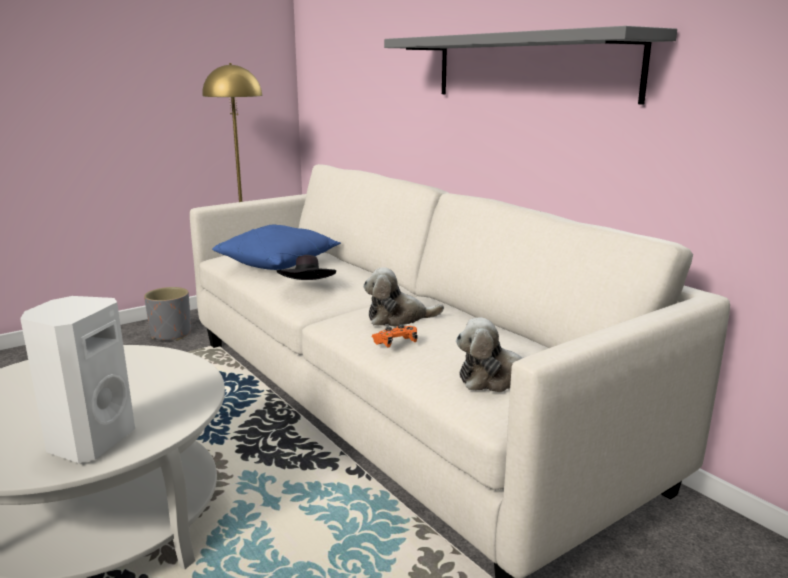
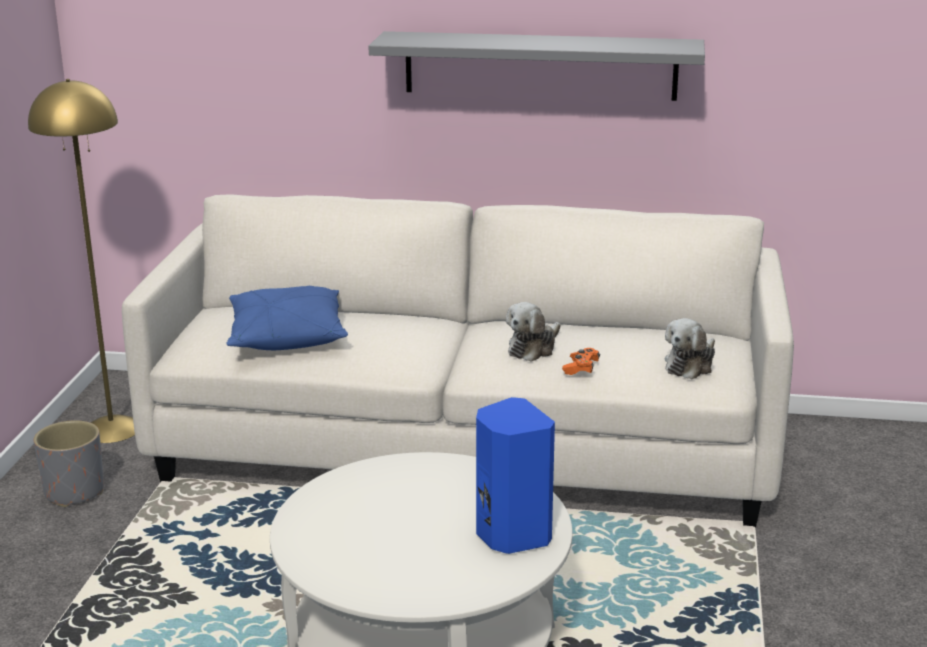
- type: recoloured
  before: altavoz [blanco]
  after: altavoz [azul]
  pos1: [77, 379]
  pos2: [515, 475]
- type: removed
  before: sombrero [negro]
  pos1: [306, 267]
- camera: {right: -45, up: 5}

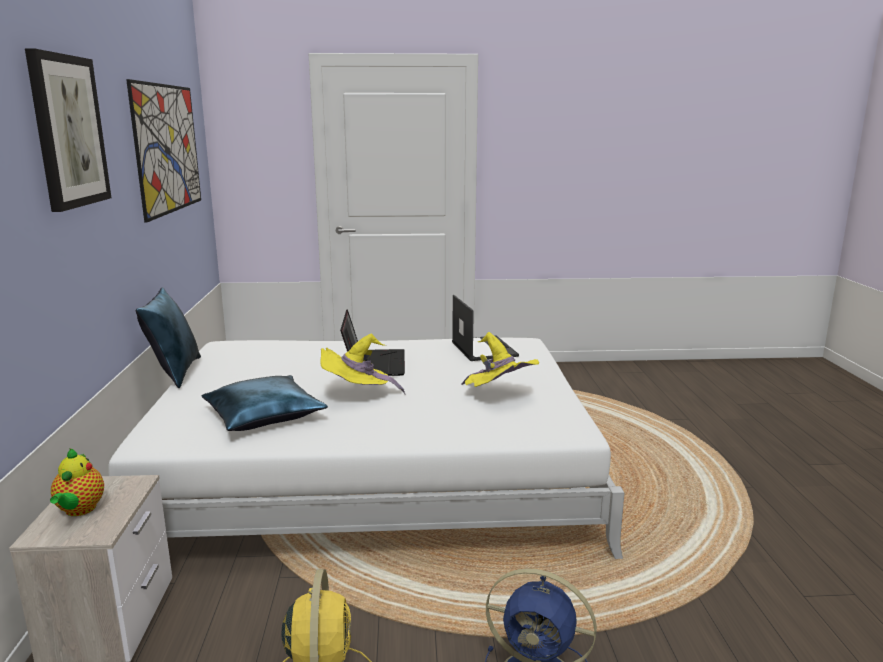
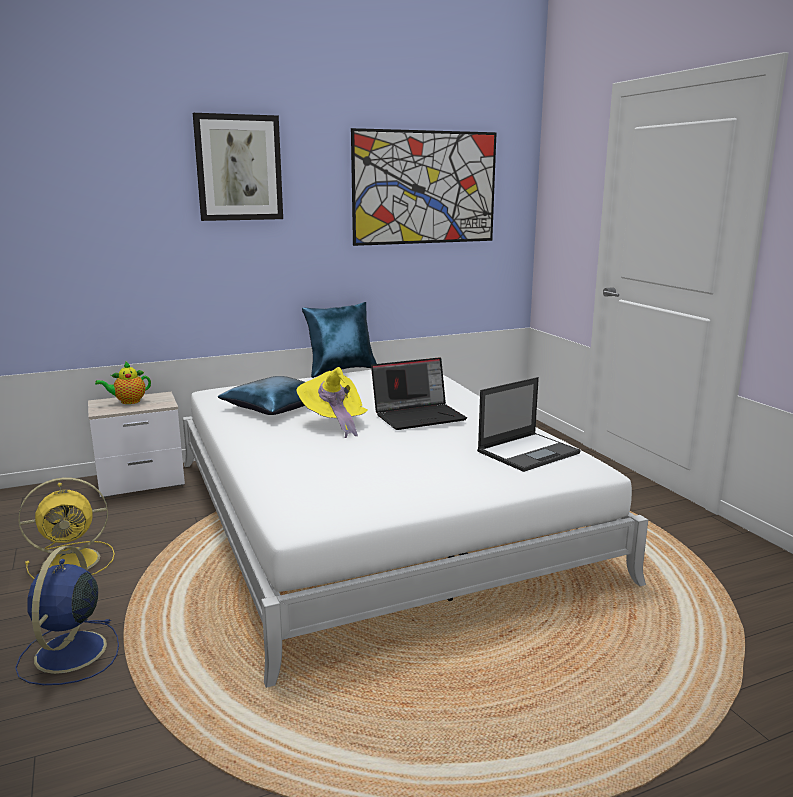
- type: removed
  before: sombrero [amarillo]
  pos1: [500, 359]
- camera: {right: 70, up: 0}

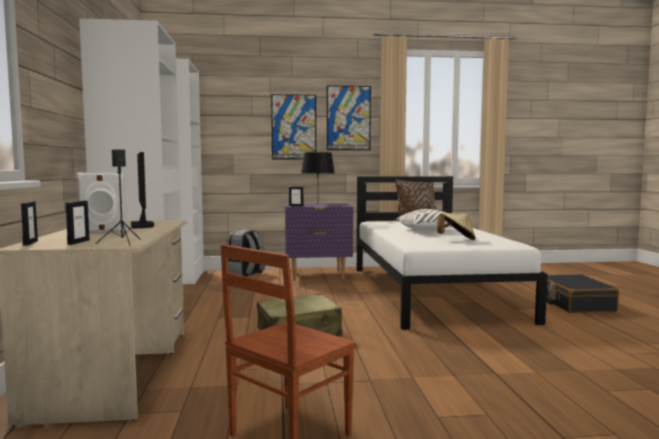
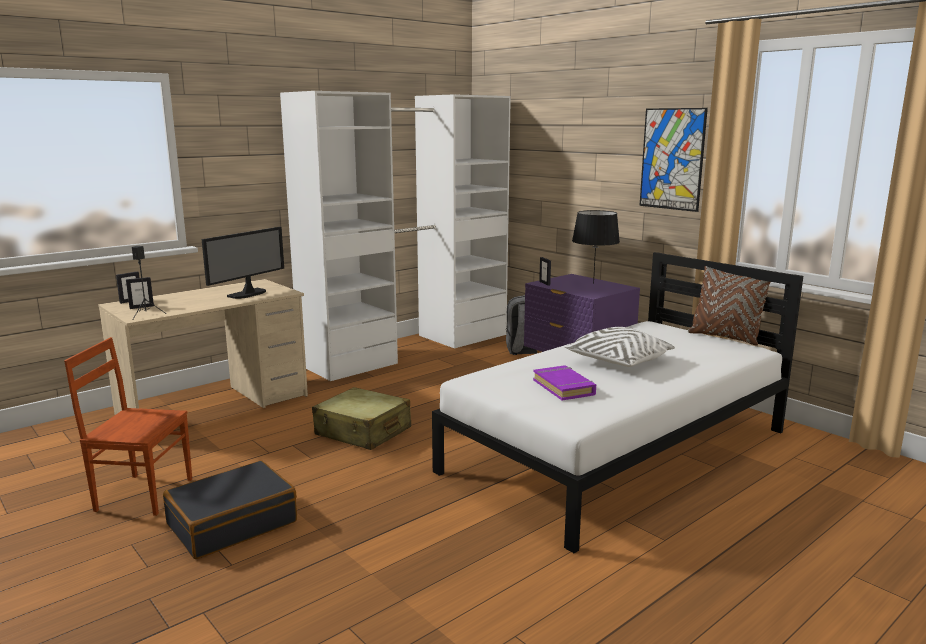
- type: moved
  before: maleta [negro]
  pos1: [582, 293]
  pos2: [230, 510]
- type: replaced
  before: sombrero [beis]
  after: libro [morado]
  pos1: [456, 226]
  pos2: [564, 383]
- type: removed
  before: altavoz [blanco]
  pos1: [102, 202]
- type: removed
  before: cuadro
  pos1: [293, 127]
- camera: {right: 55, up: 10}

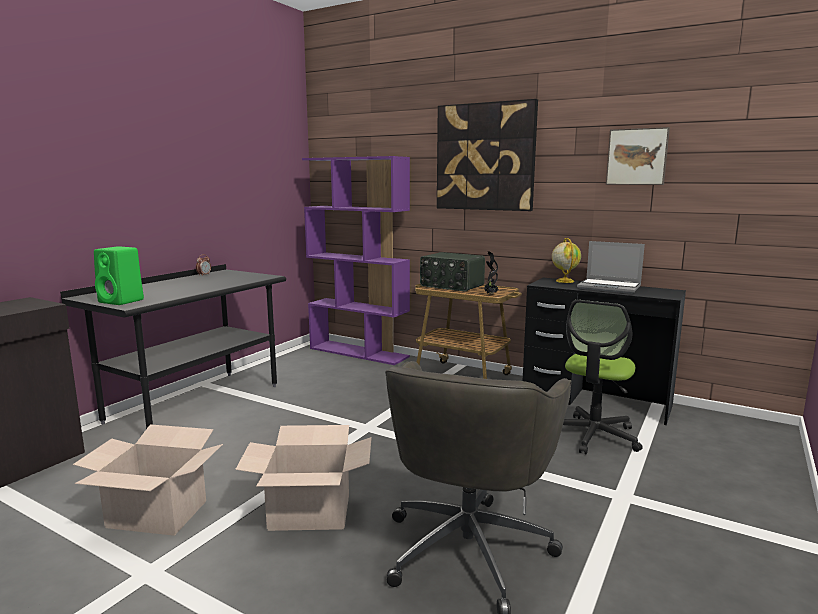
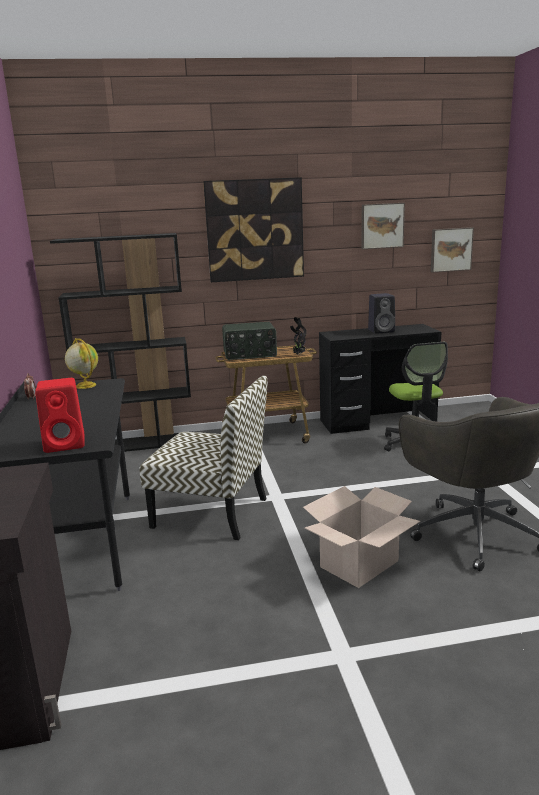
- type: recoloured
  before: altavoz [verde]
  after: altavoz [rojo]
  pos1: [119, 275]
  pos2: [59, 415]
- type: recoloured
  before: estantería [morado]
  after: estantería [negro]
  pos1: [356, 260]
  pos2: [120, 342]
- type: moved
  before: globo terráqueo
  pos1: [566, 260]
  pos2: [81, 363]
- type: added
  after: silla
  pos2: [203, 457]
- type: replaced
  before: portátil
  after: altavoz [negro]
  pos1: [611, 267]
  pos2: [381, 313]
- type: added
  after: cuadro
  pos2: [452, 249]
- type: removed
  before: caja de cartón
  pos1: [148, 480]
- camera: {right: -40, up: 5}

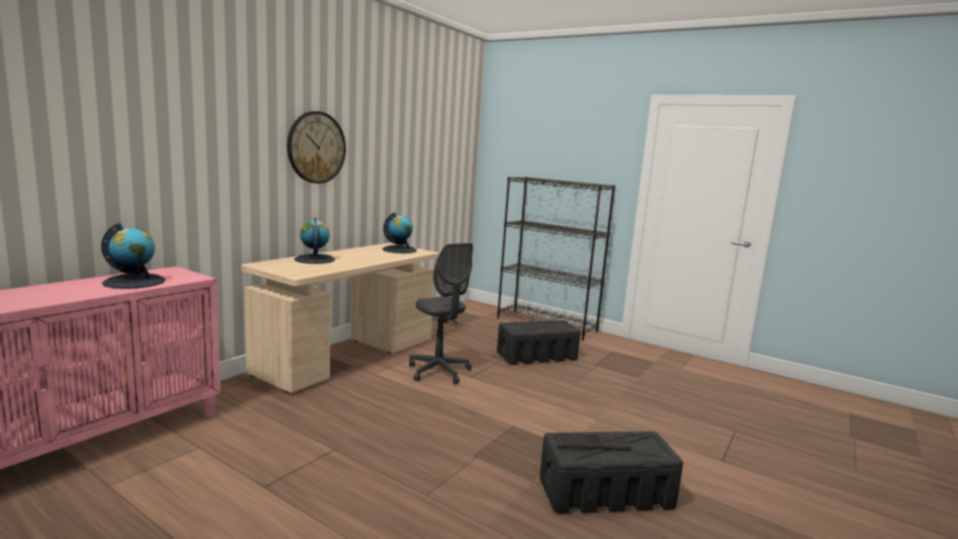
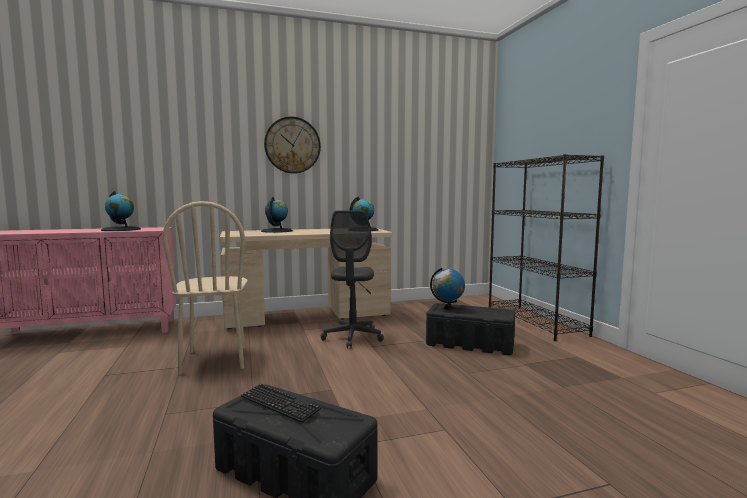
- type: added
  after: silla [beis]
  pos2: [205, 288]
- type: added
  after: globo terráqueo
  pos2: [447, 289]
- camera: {right: 40, up: -5}

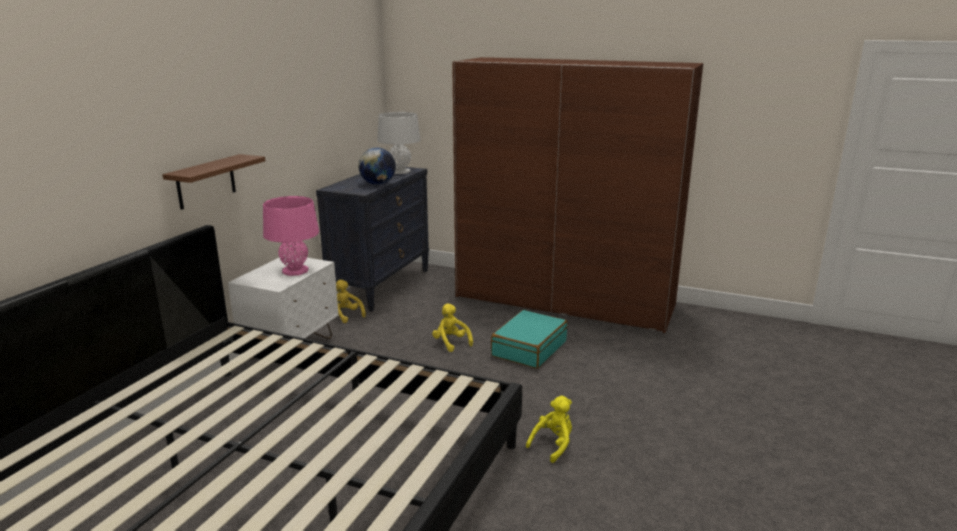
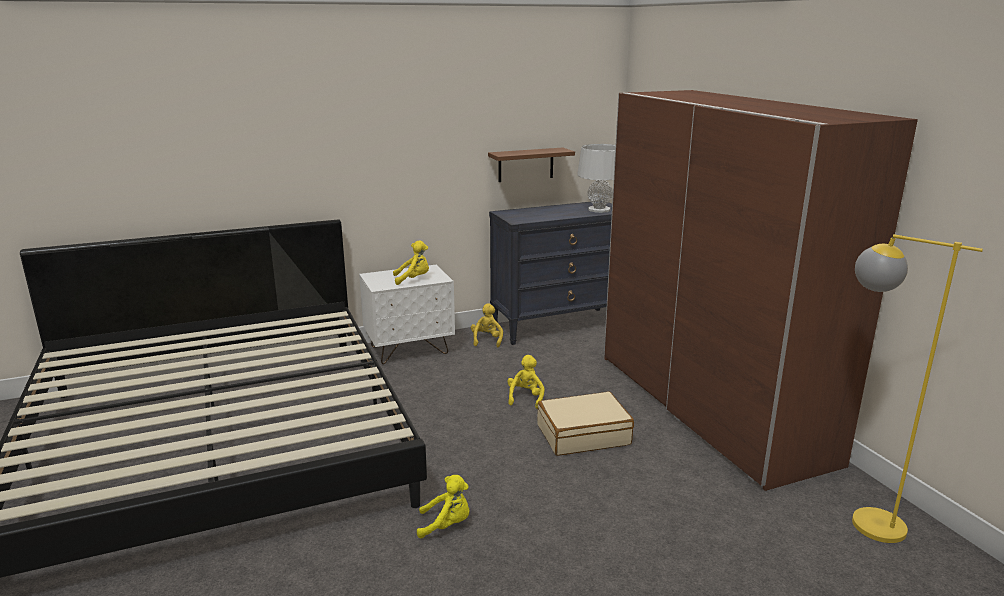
- type: replaced
  before: lámpara de mesa [rosa]
  after: peluche [amarillo]
  pos1: [291, 236]
  pos2: [411, 262]
- type: moved
  before: estante [marrón]
  pos1: [214, 182]
  pos2: [531, 165]
- type: recoloured
  before: maleta [turquesa]
  after: maleta [beis]
  pos1: [529, 339]
  pos2: [585, 423]
- type: added
  after: lámpara de pie [amarillo]
  pos2: [917, 388]
- type: removed
  before: globo terráqueo
  pos1: [377, 166]
- camera: {right: 45, up: 0}

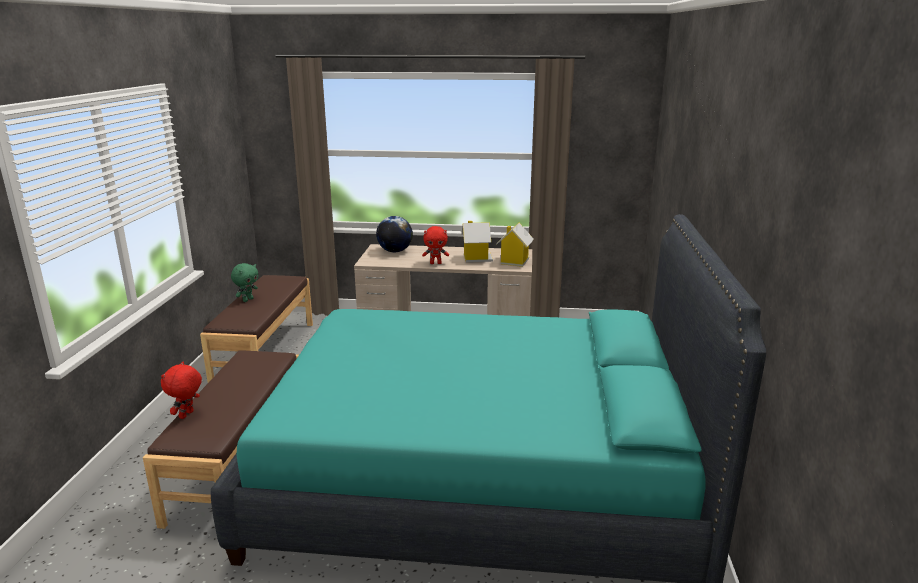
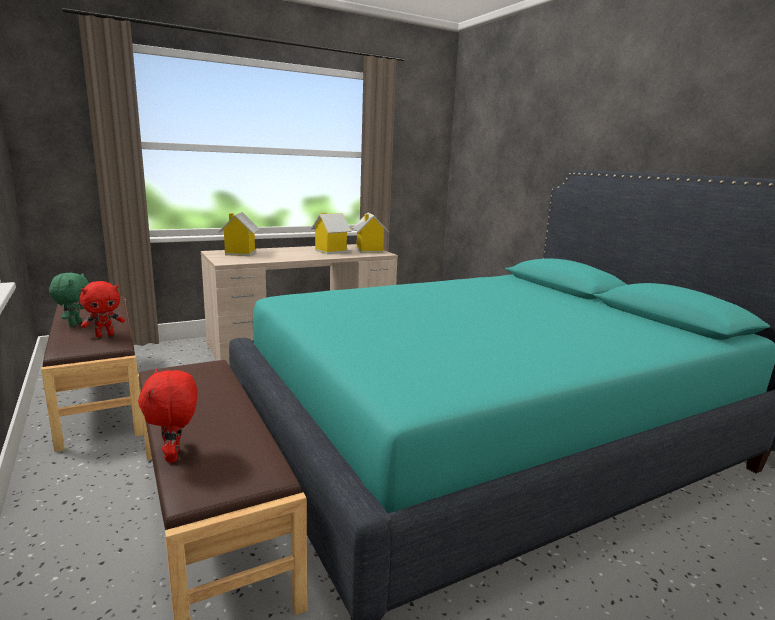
- type: moved
  before: peluche [rojo]
  pos1: [435, 245]
  pos2: [102, 309]
- type: replaced
  before: globo terráqueo
  after: casita
  pos1: [394, 234]
  pos2: [239, 234]
- camera: {right: -35, up: -5}

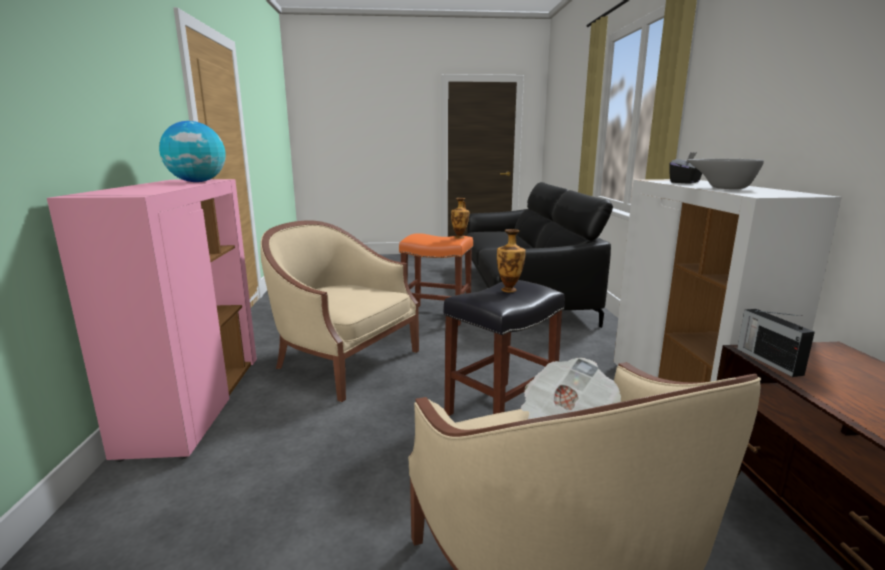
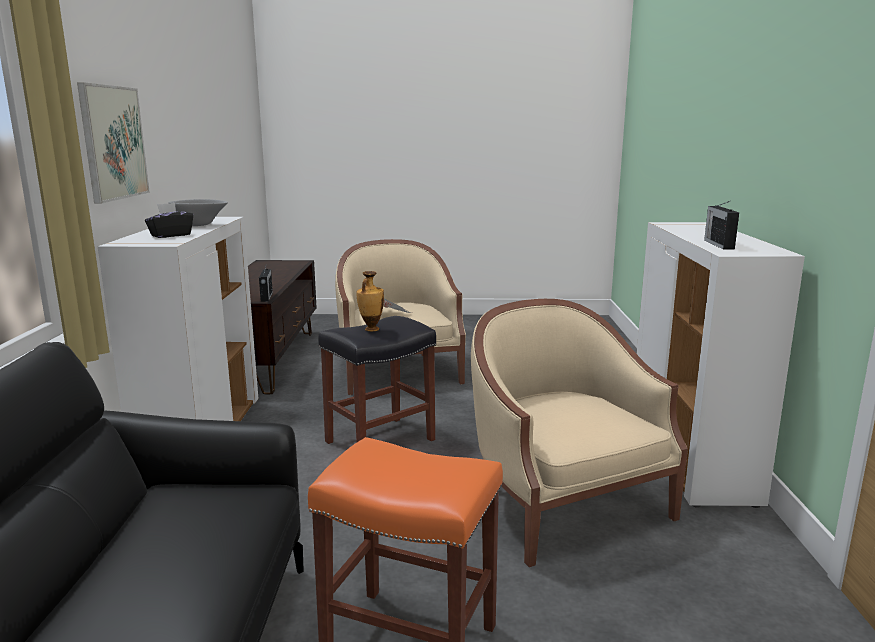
- type: added
  after: cuadro
  pos2: [113, 143]
- type: turned
  before: sillón [beis]
  pos1: [339, 311]
  pos2: [579, 433]
  turn: -150
- type: recoloured
  before: armario [rosa]
  after: armario [blanco]
  pos1: [152, 320]
  pos2: [721, 365]
- type: replaced
  before: globo terráqueo
  after: radio
  pos1: [192, 151]
  pos2: [721, 225]
- type: removed
  before: florero
  pos1: [460, 218]
- camera: {right: -175, up: 0}

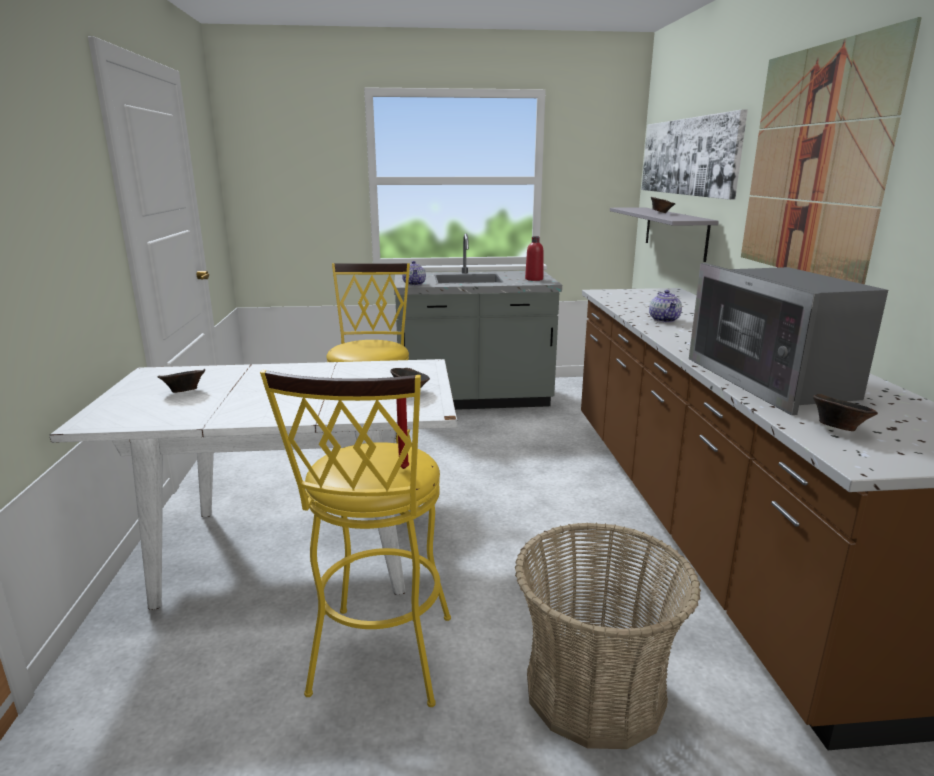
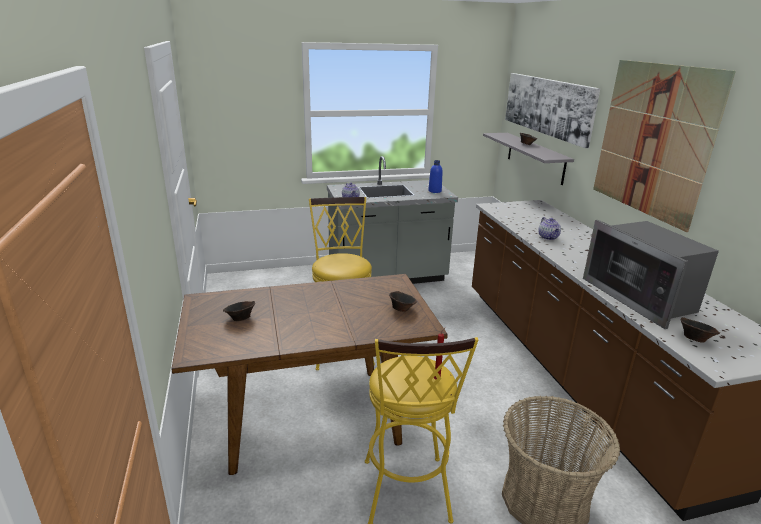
- type: recoloured
  before: mesa de comedor [blanco]
  after: mesa de comedor [marrón]
  pos1: [253, 484]
  pos2: [309, 374]
- type: recoloured
  before: botella [rojo]
  after: botella [azul]
  pos1: [534, 258]
  pos2: [435, 176]
- camera: {right: -10, up: 5}

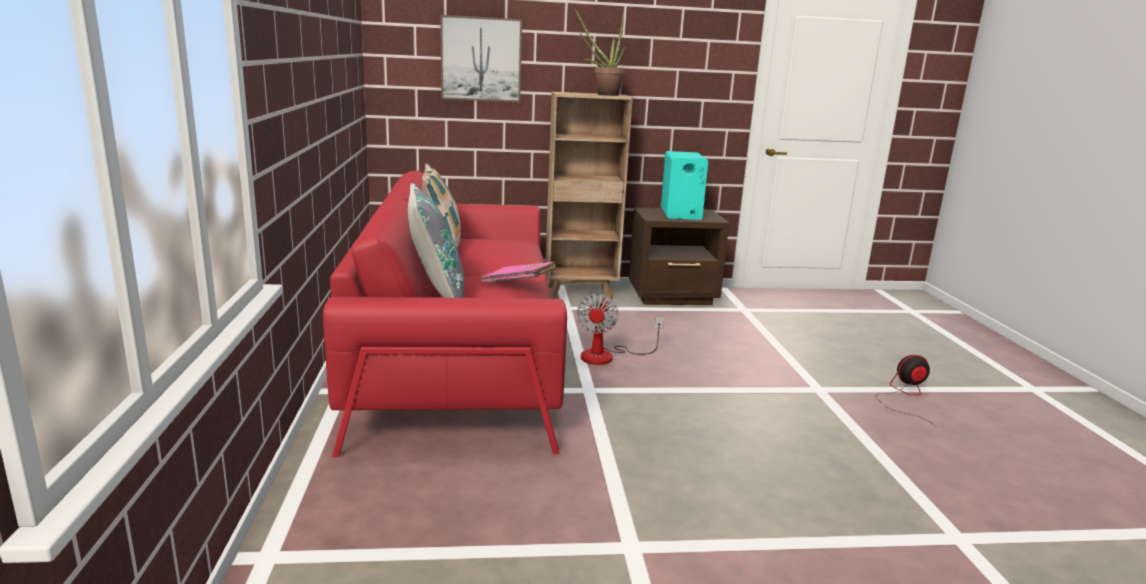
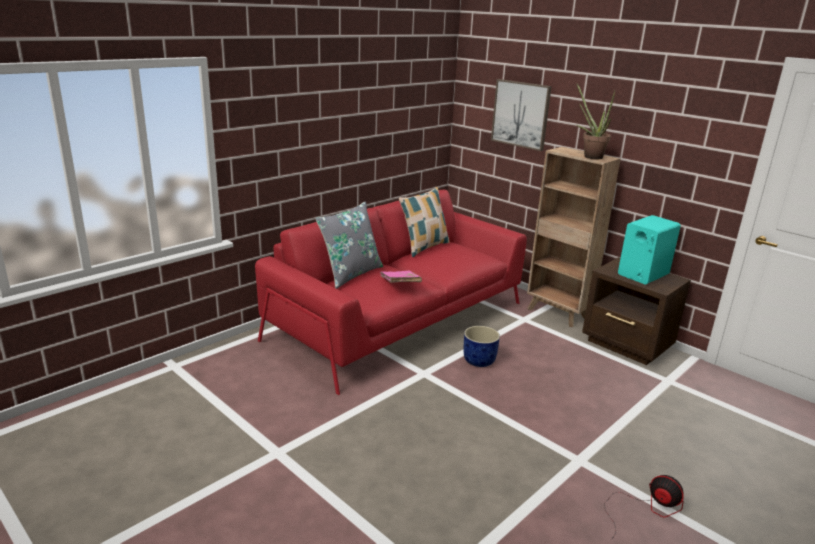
- type: replaced
  before: ventilador
  after: maceta [azul]
  pos1: [620, 329]
  pos2: [482, 346]
- camera: {right: 50, up: 5}

